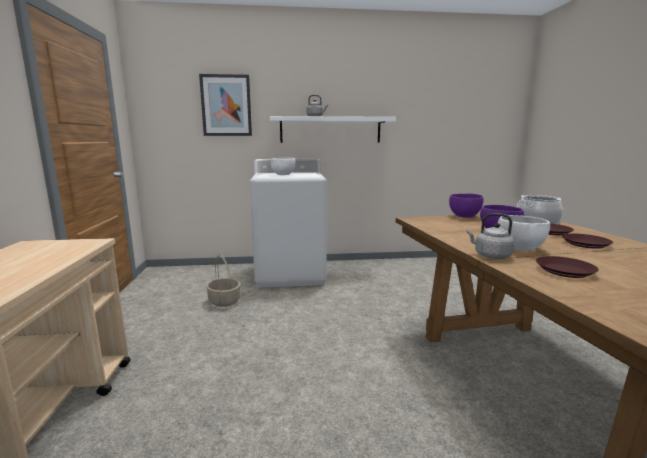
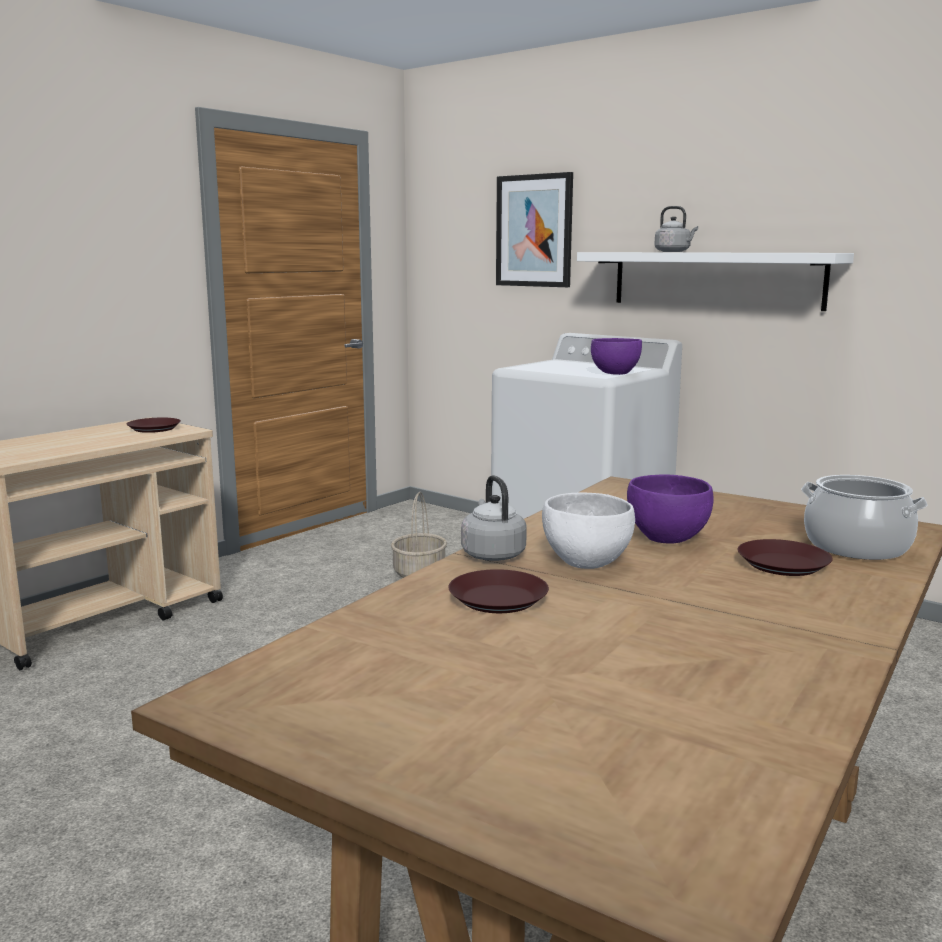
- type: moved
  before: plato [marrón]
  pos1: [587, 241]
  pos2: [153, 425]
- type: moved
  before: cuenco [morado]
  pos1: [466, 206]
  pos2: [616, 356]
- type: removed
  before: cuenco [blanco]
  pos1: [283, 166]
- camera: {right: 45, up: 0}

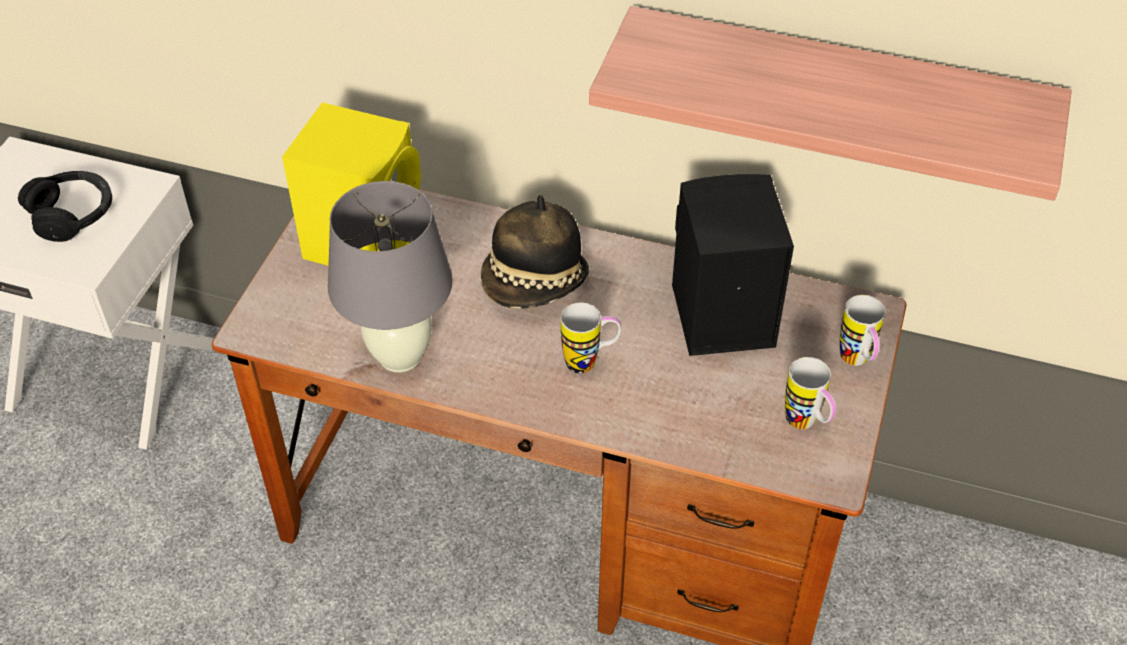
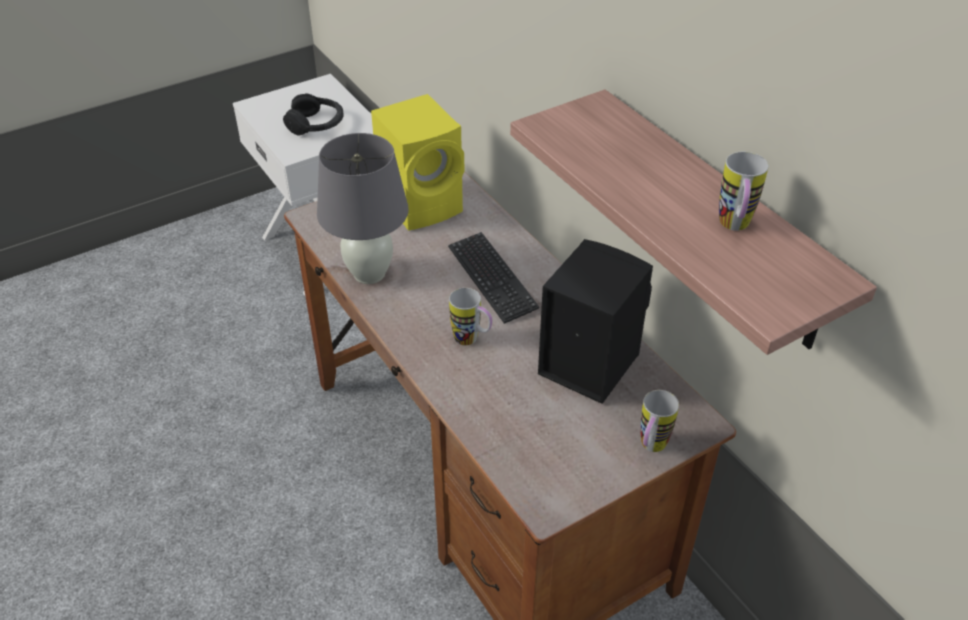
- type: replaced
  before: sombrero
  after: teclado
  pos1: [535, 252]
  pos2: [494, 278]
- type: moved
  before: taza grande
  pos1: [810, 393]
  pos2: [744, 191]
- camera: {right: 40, up: -5}

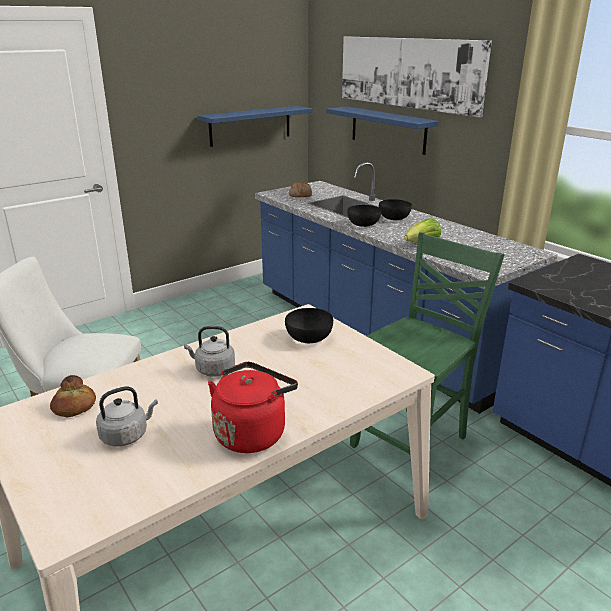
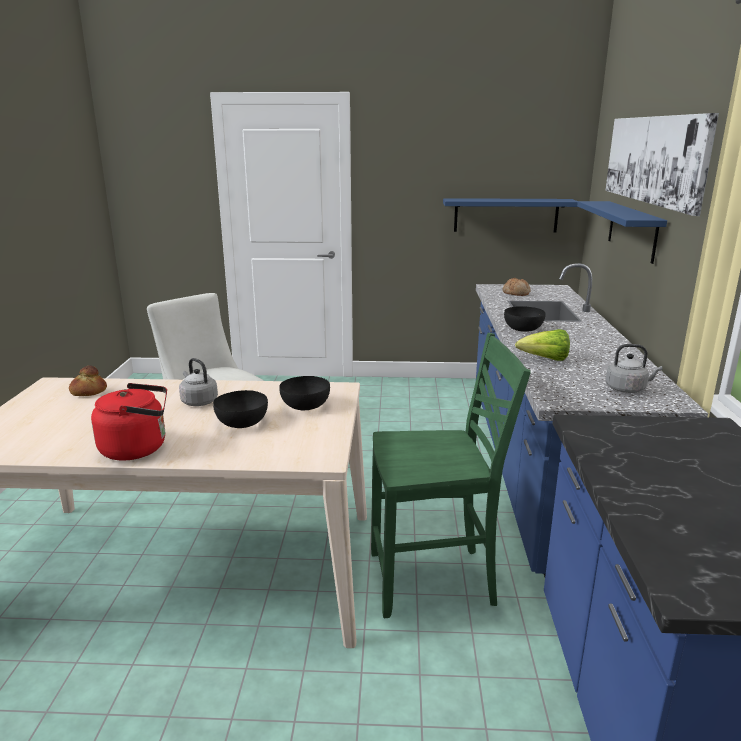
- type: moved
  before: cuenco [negro]
  pos1: [395, 209]
  pos2: [240, 409]
- type: moved
  before: hervidor [gris]
  pos1: [127, 416]
  pos2: [634, 368]
- camera: {right: 40, up: -5}

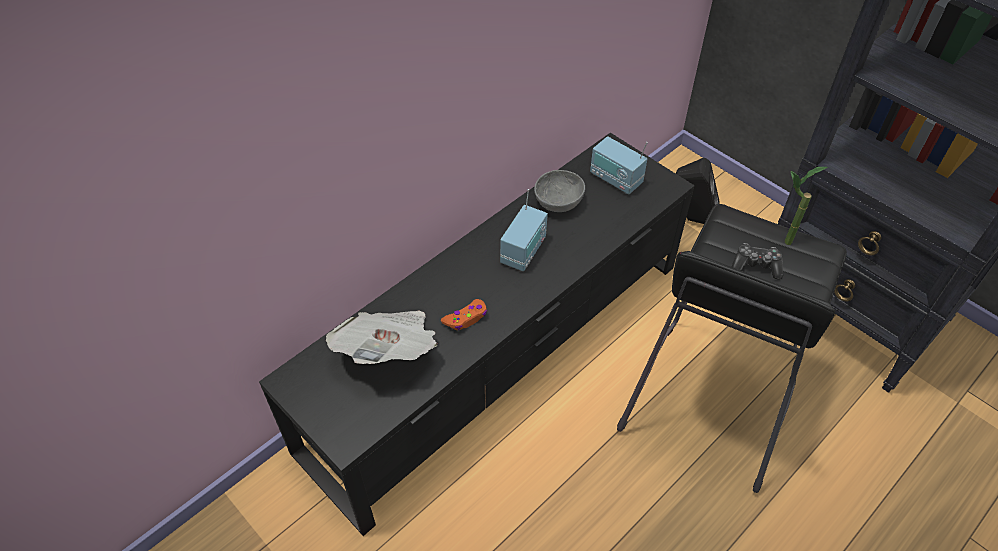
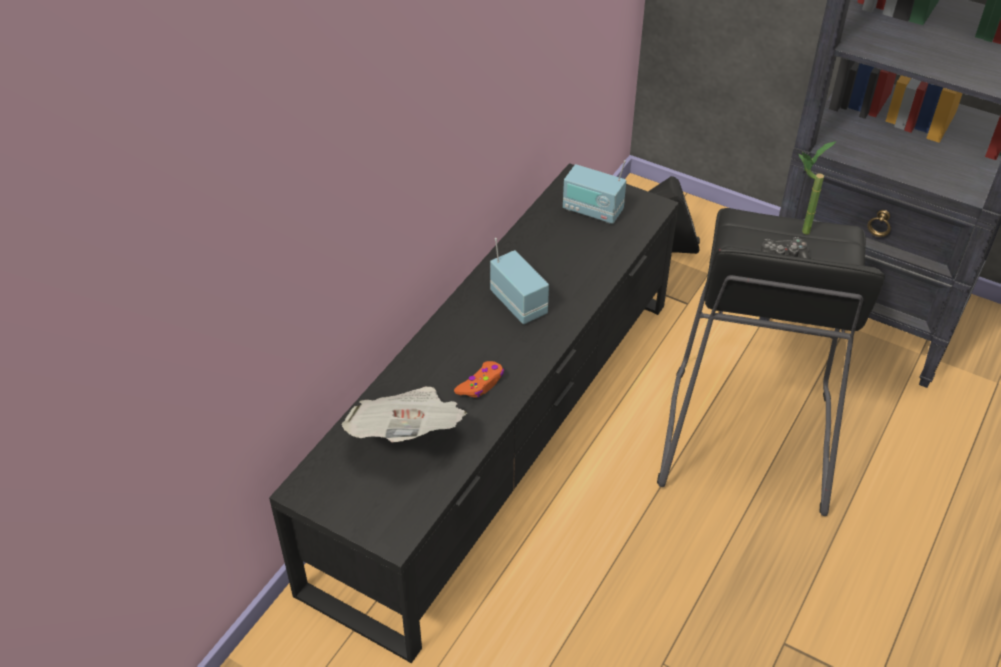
- type: turned
  before: radio
  pos1: [524, 230]
  pos2: [519, 281]
  turn: -45
- type: removed
  before: cuenco [gris]
  pos1: [559, 191]
- camera: {right: -15, up: -5}

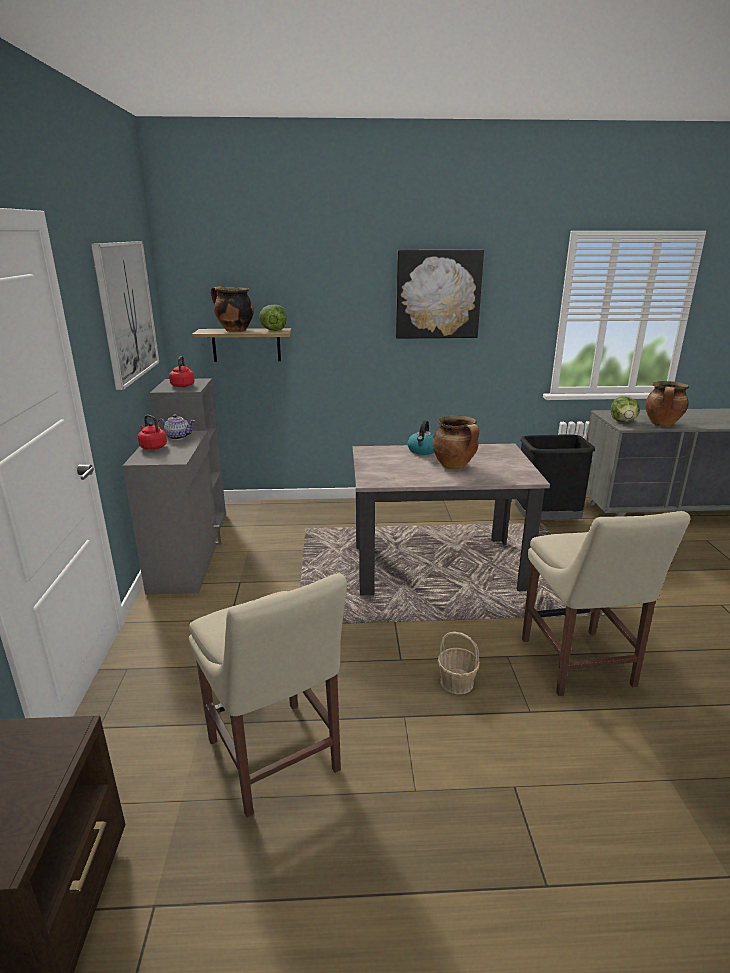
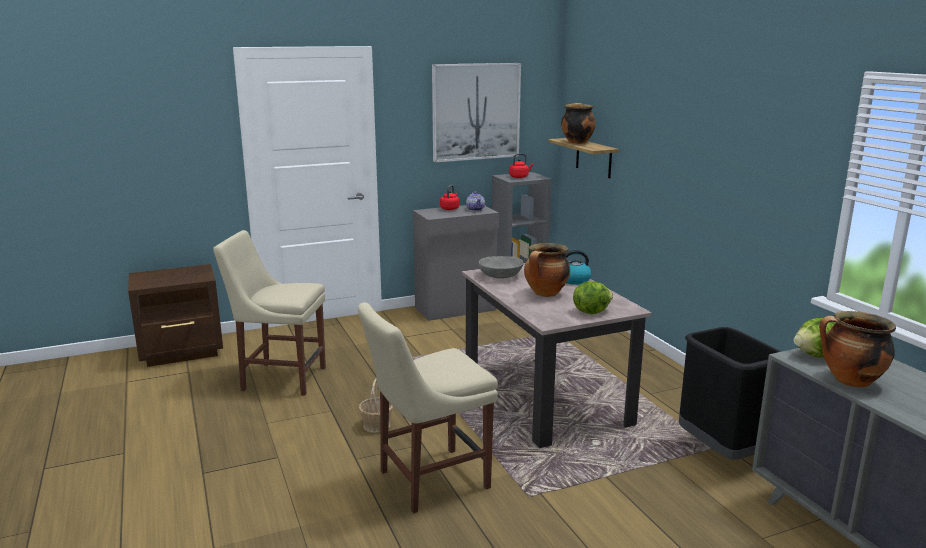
- type: turned
  before: silla [beis]
  pos1: [268, 695]
  pos2: [269, 313]
  turn: 60
- type: added
  after: cuenco [gris]
  pos2: [501, 267]
- type: moved
  before: lechuga
  pos1: [273, 318]
  pos2: [593, 297]
- type: removed
  before: cuadro
  pos1: [440, 294]
- camera: {right: 70, up: -5}

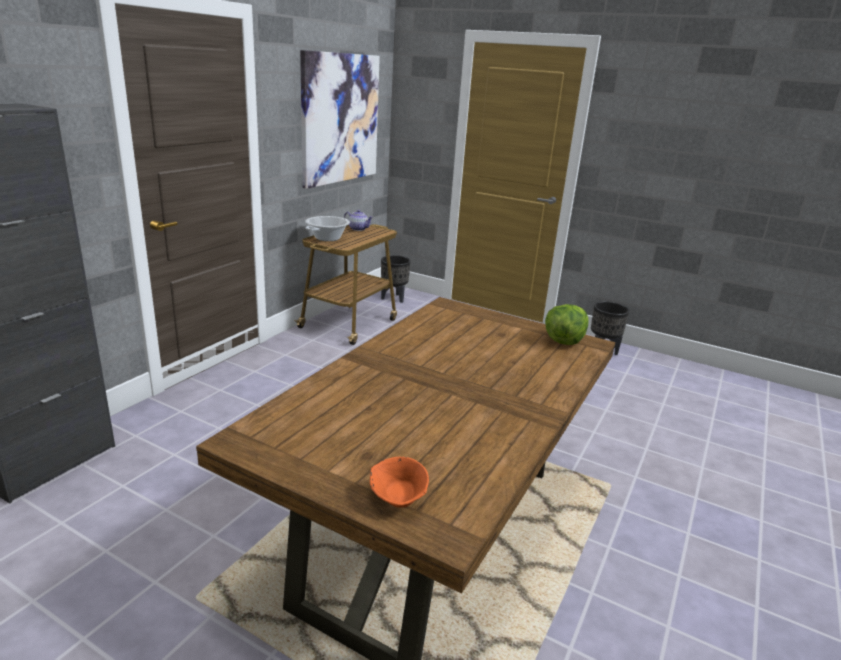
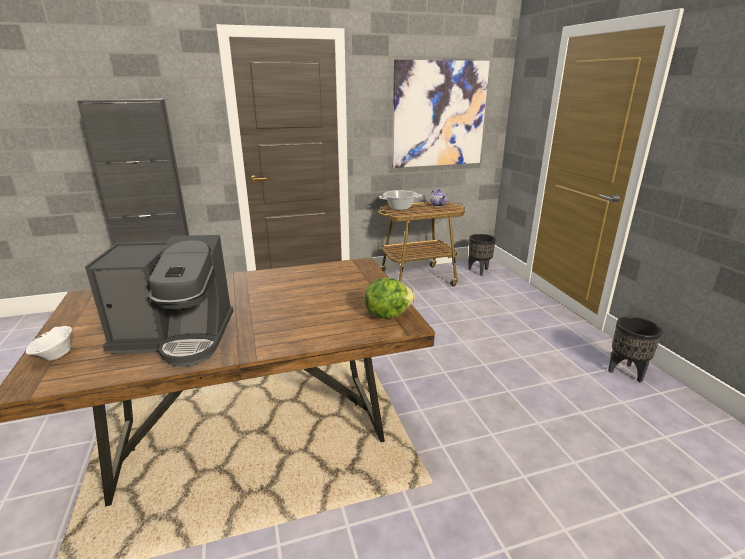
- type: recoloured
  before: cuenco [naranja]
  after: cuenco [blanco]
  pos1: [399, 482]
  pos2: [49, 343]
- type: added
  after: cafetera
  pos2: [159, 301]
- camera: {right: 45, up: 0}

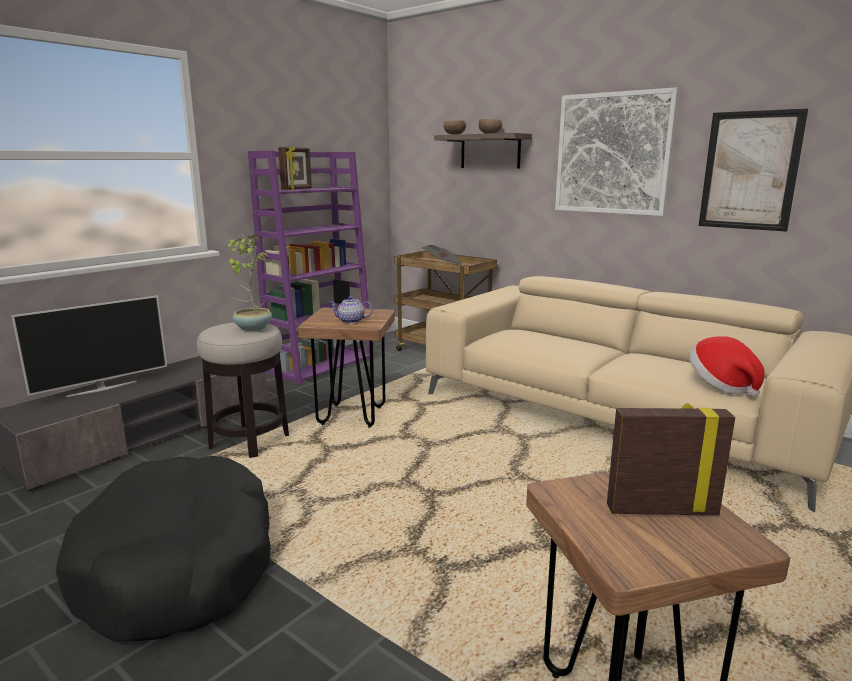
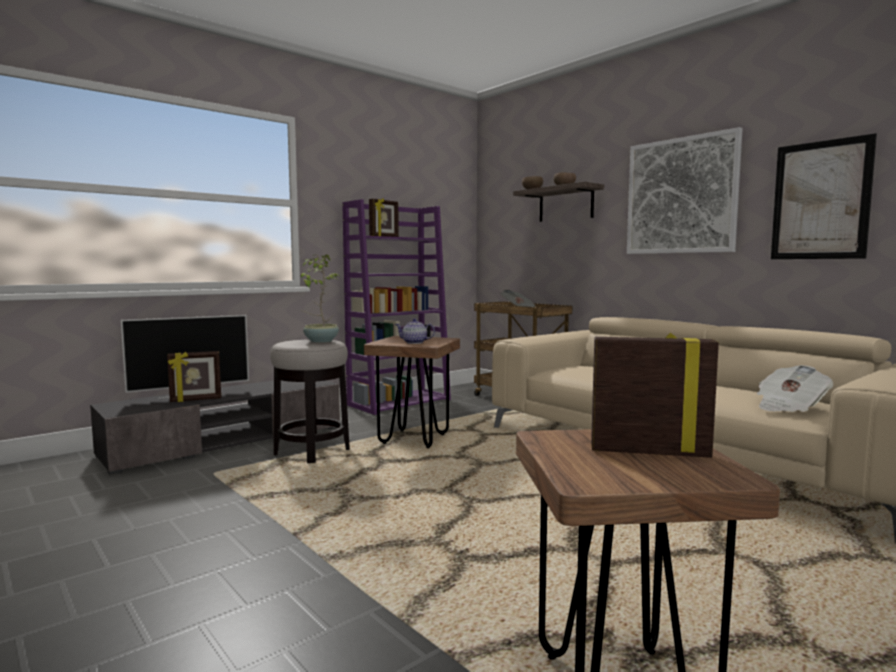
- type: added
  after: portarretratos
  pos2: [194, 376]
- type: replaced
  before: sombrero
  after: periódico
  pos1: [727, 366]
  pos2: [795, 388]
- type: removed
  before: cama para perro [negro]
  pos1: [163, 548]
- camera: {right: 10, up: -10}

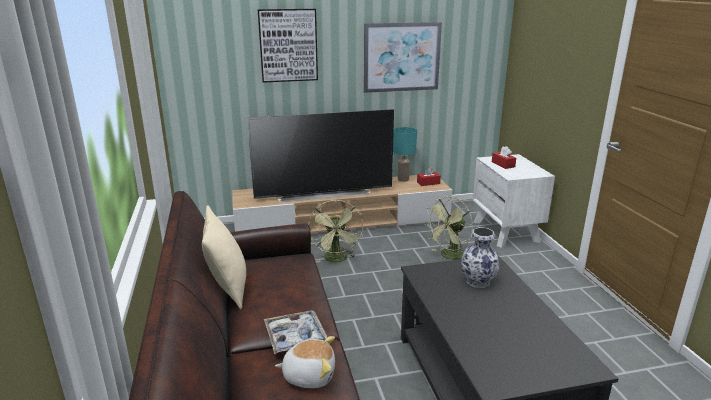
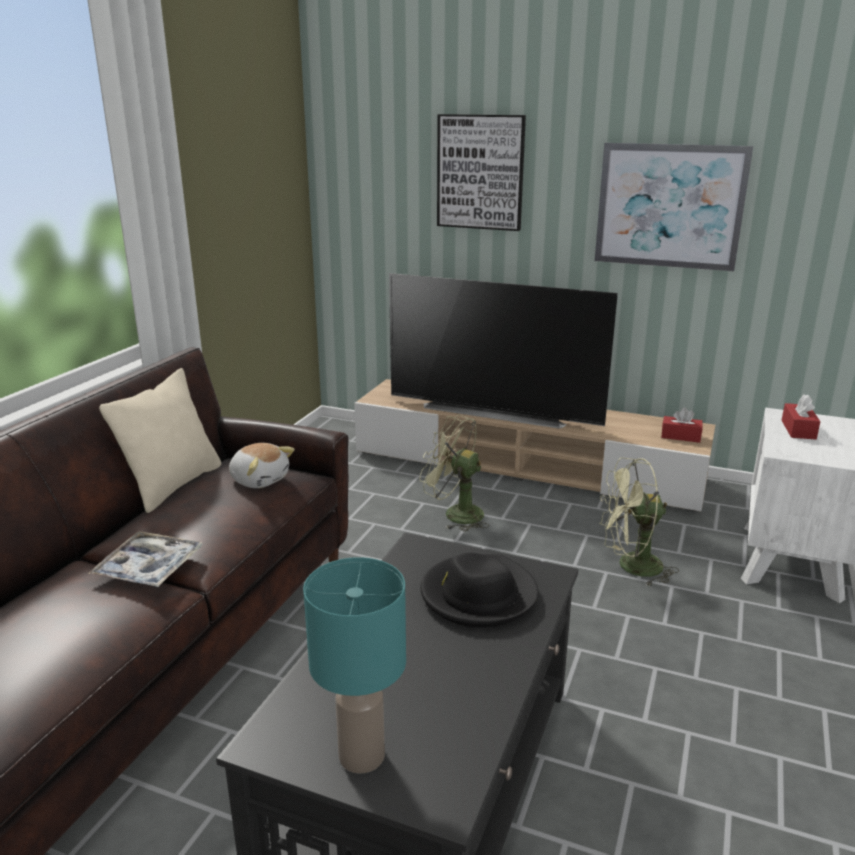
- type: moved
  before: peluche
  pos1: [305, 362]
  pos2: [262, 465]
- type: moved
  before: lámpara de mesa [turquesa]
  pos1: [405, 154]
  pos2: [354, 665]
- type: turned
  before: ventilador [verde]
  pos1: [335, 231]
  pos2: [454, 473]
  turn: 90
- type: replaced
  before: florero
  after: sombrero [negro]
  pos1: [480, 257]
  pos2: [479, 590]
- camera: {right: 35, up: 0}

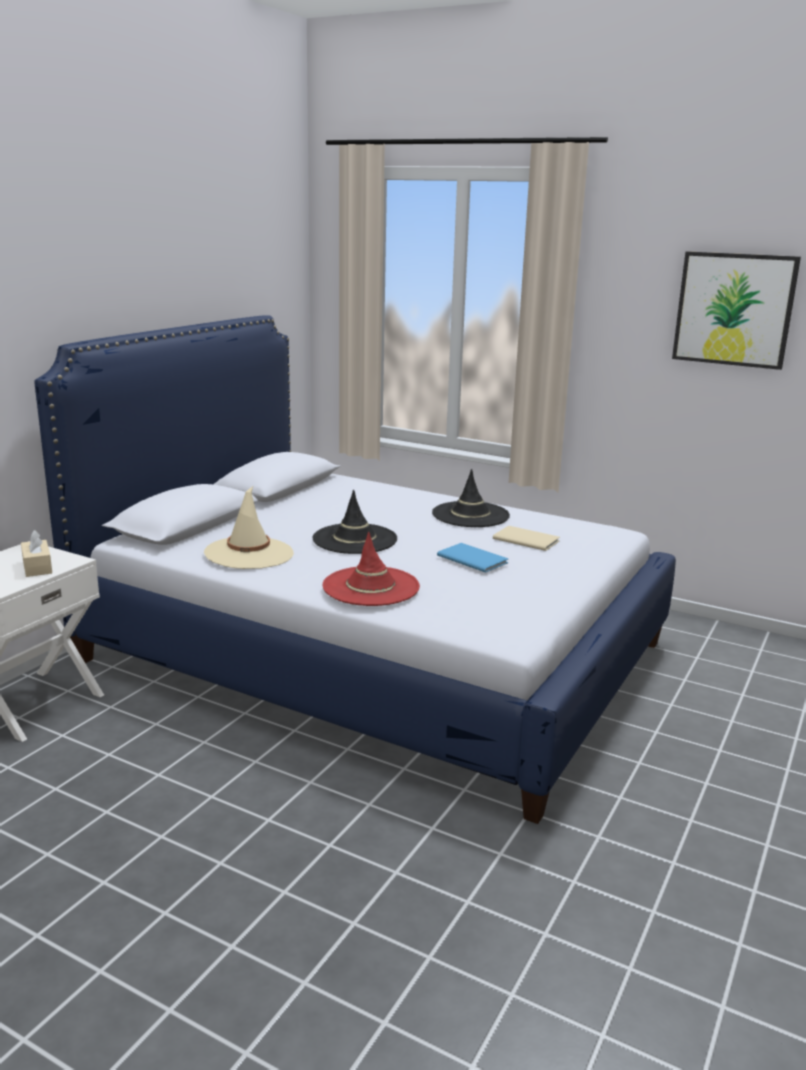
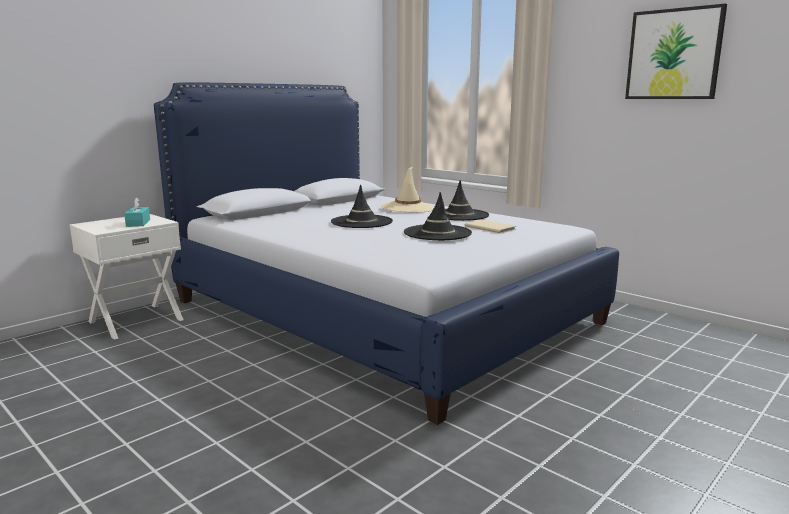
- type: recoloured
  before: caja de pañuelos [beis]
  after: caja de pañuelos [turquesa]
  pos1: [36, 553]
  pos2: [137, 212]
- type: moved
  before: sombrero [beis]
  pos1: [249, 527]
  pos2: [407, 189]
- type: replaced
  before: libro [azul]
  after: sombrero [negro]
  pos1: [472, 558]
  pos2: [438, 216]
- type: removed
  before: sombrero [rojo]
  pos1: [371, 569]
- camera: {right: 15, up: -5}

